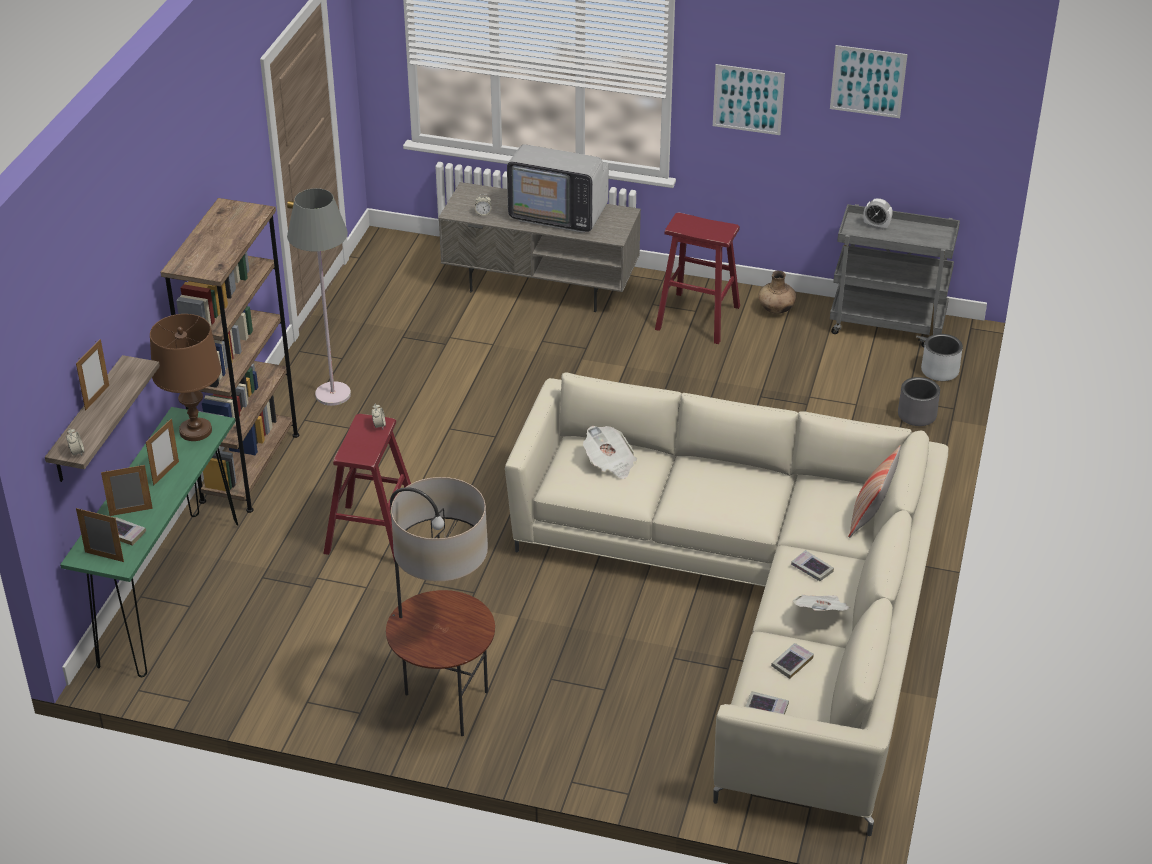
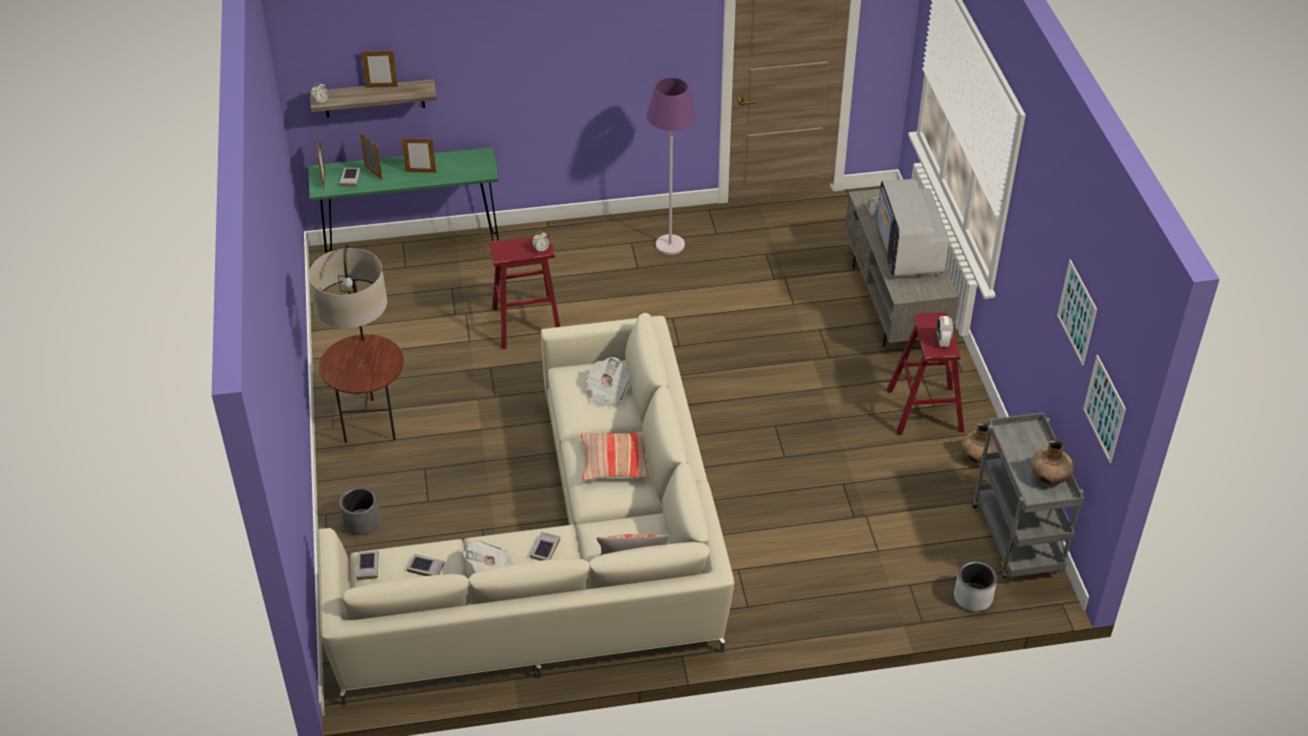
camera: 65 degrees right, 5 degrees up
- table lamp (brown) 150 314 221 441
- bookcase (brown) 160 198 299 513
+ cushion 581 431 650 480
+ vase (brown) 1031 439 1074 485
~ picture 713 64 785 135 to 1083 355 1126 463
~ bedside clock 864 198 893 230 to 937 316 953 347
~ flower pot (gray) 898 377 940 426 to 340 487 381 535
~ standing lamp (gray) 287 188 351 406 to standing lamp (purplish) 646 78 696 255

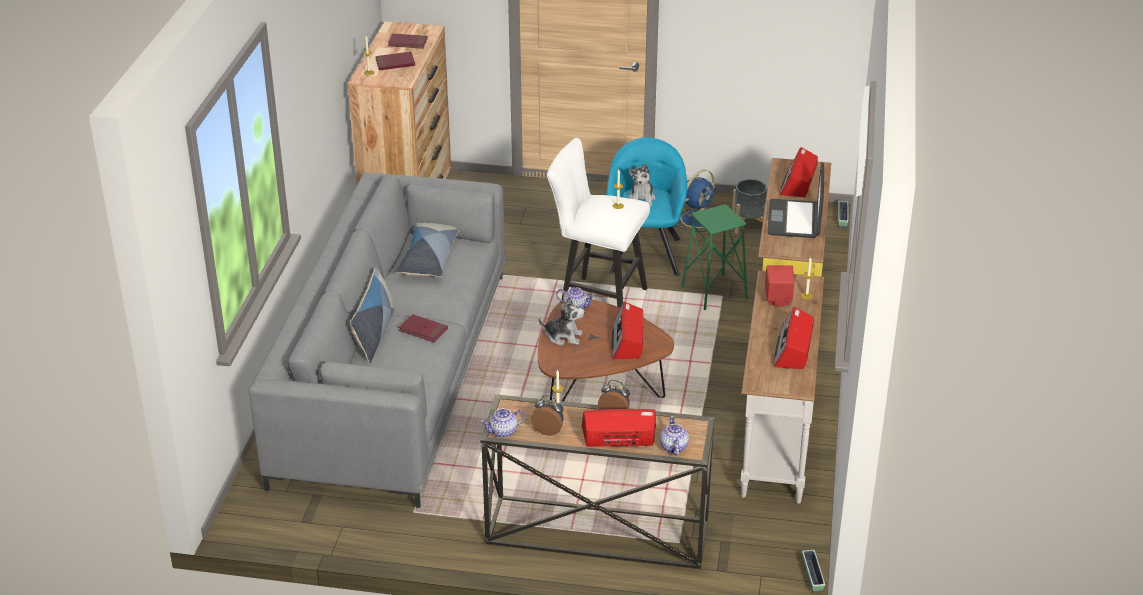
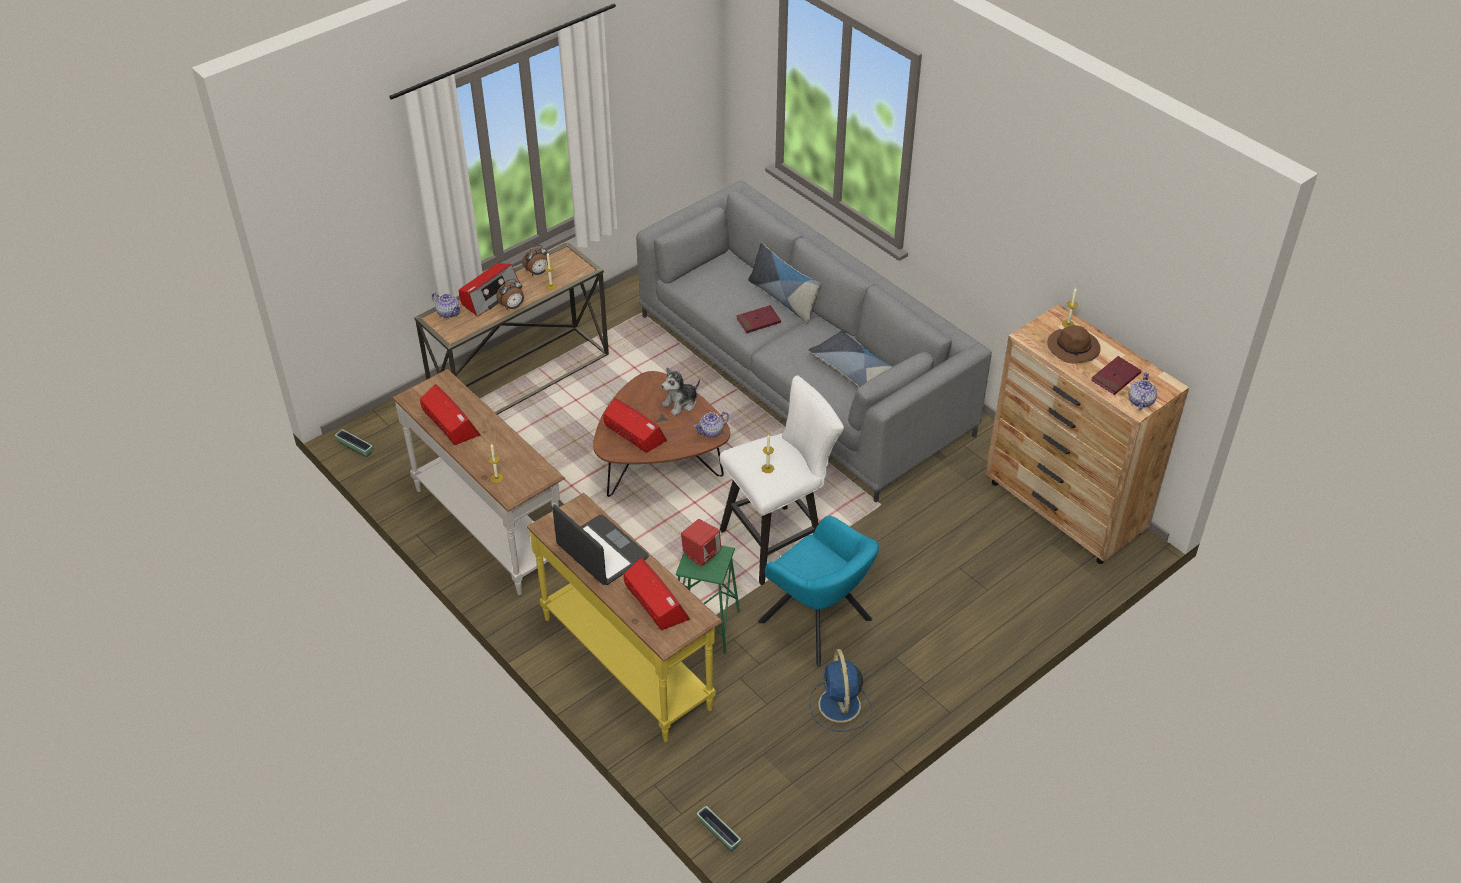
camera: 130 degrees right, 10 degrees up
- cuddly toy 628 164 656 207
- flower pot (gray) 732 179 767 234
~ pot for tea 481 408 525 438 to 1129 372 1157 410
~ speaker (reddish) 765 265 794 307 to 681 519 721 567
~ book (reddish) 375 52 415 71 to wearable hat (brown) 1047 325 1101 363

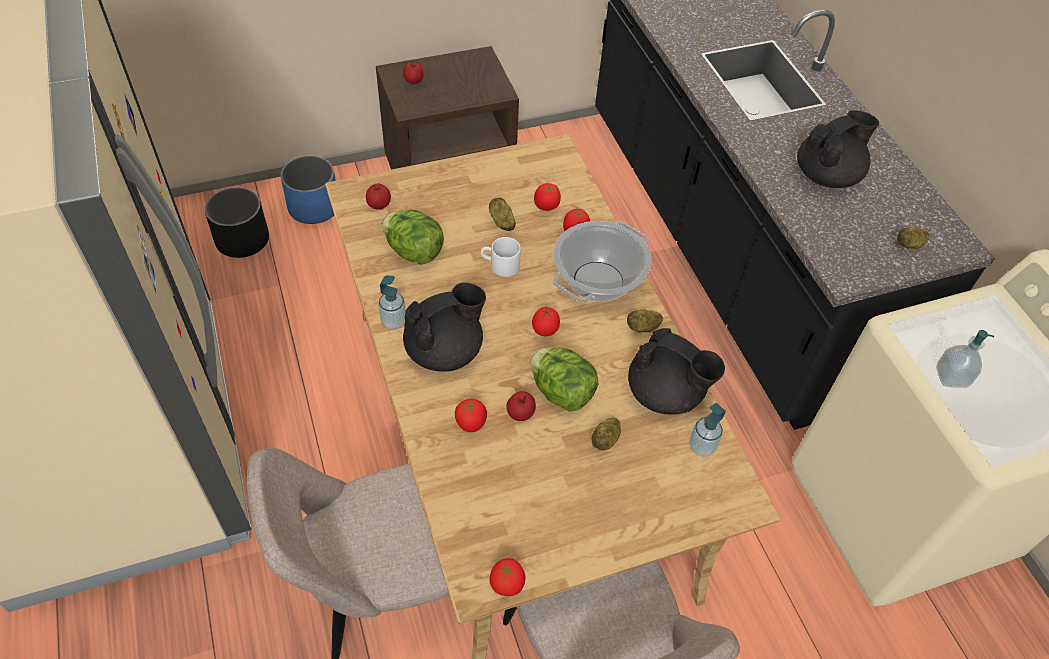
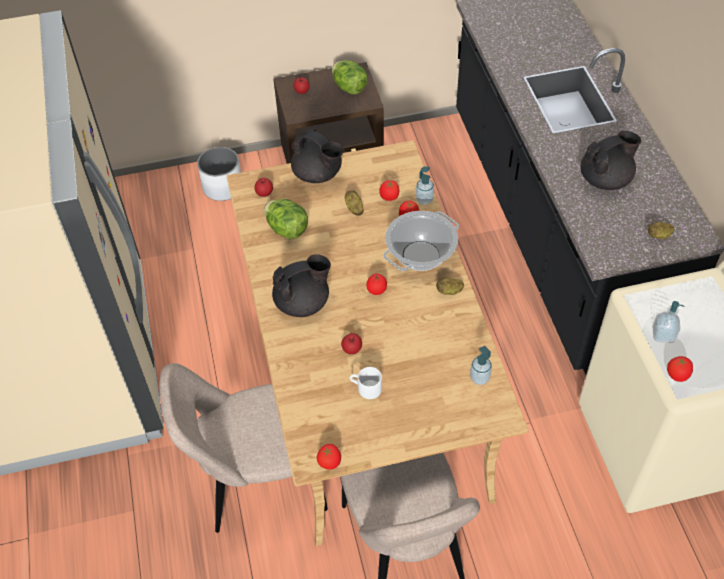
camera: 10 degrees right, 0 degrees up
- flower pot (black) 205 187 269 258
- whole potato 592 418 621 450
~ soap dispenser 378 275 406 329 to 416 166 434 205
~ whole tomato 455 399 487 432 to 667 356 693 382
~ mug (whitish) 481 237 521 277 to 350 367 382 399
~ head of lettuce 530 348 598 412 to 332 60 368 95
~ pot for tea (black) 628 328 725 415 to 291 129 344 183
~ flower pot (blue-coloured) 281 156 336 224 to flower pot (whitish) 197 147 241 201

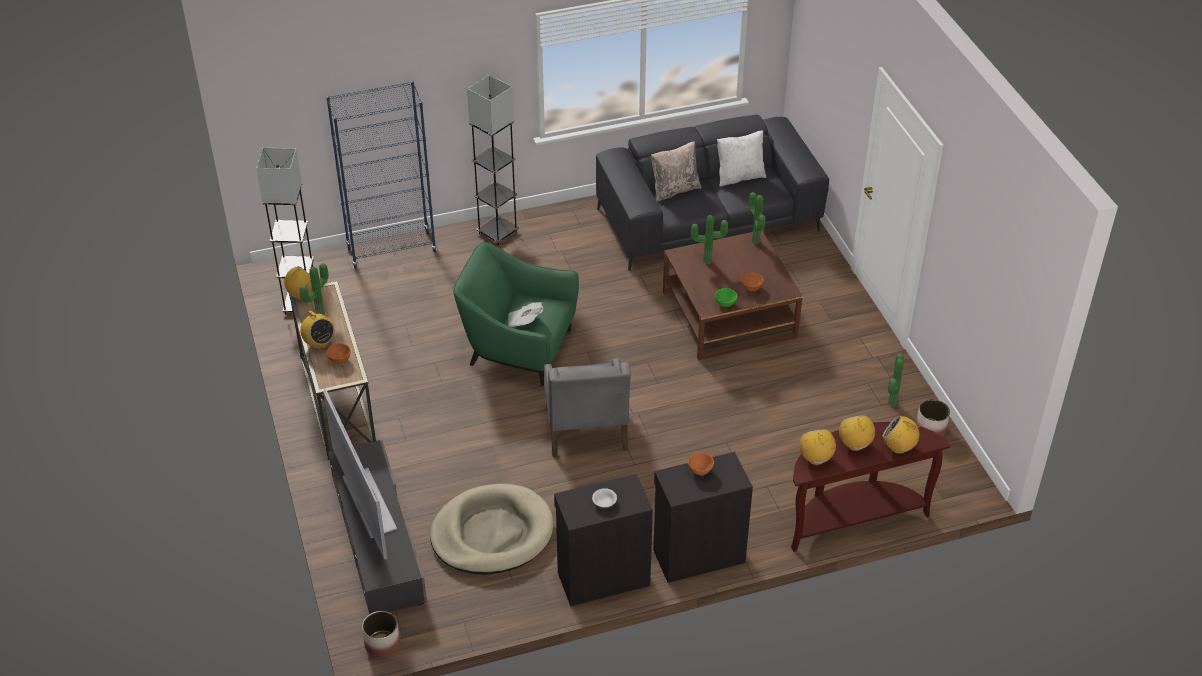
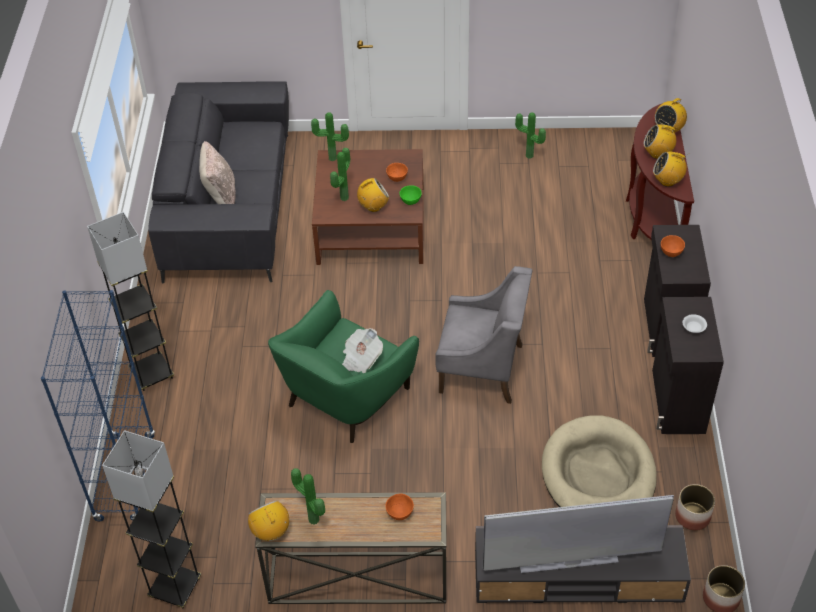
camera: 70 degrees left, 5 degrees up
- cushion (whitish) 717 130 767 186
~ radio set 298 311 334 349 to 357 178 389 212
~ flower pot 916 399 950 437 to 675 484 715 531

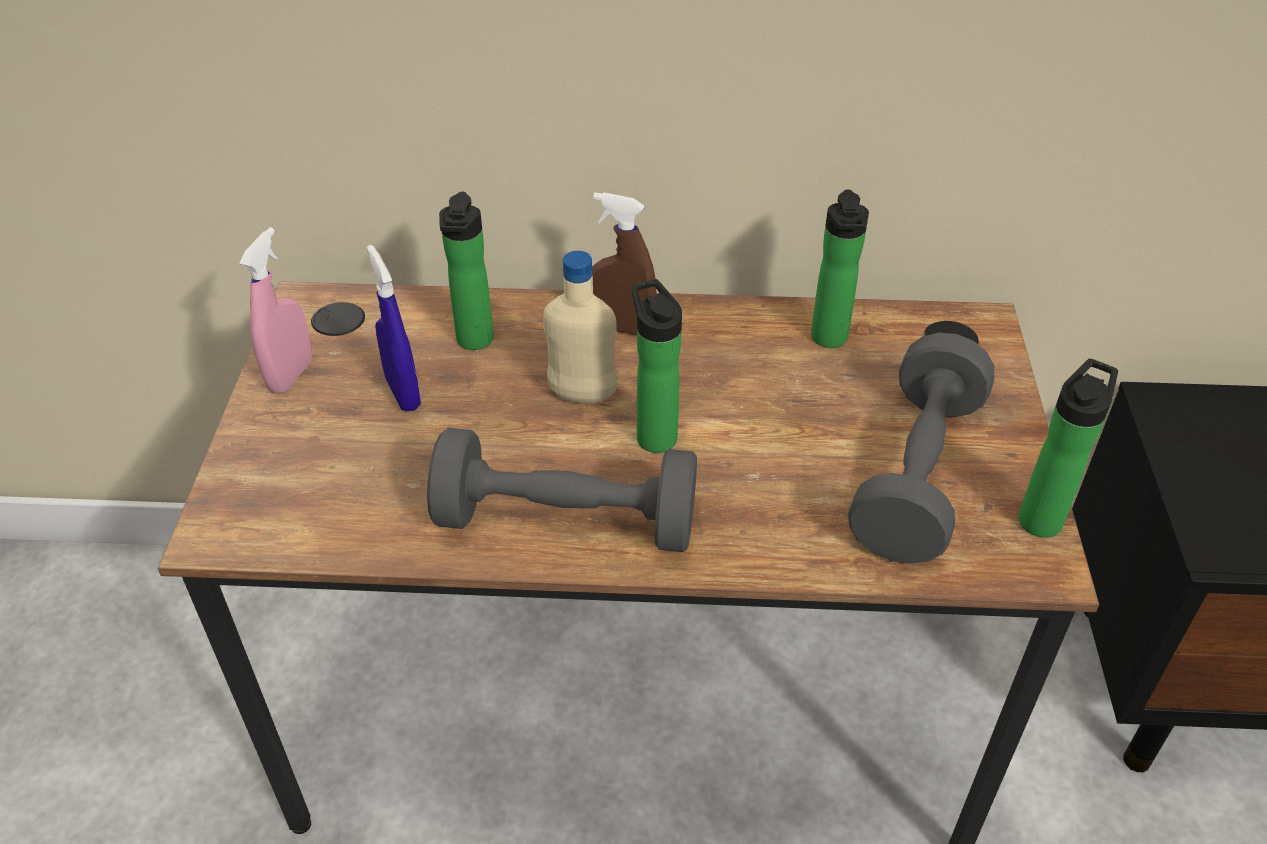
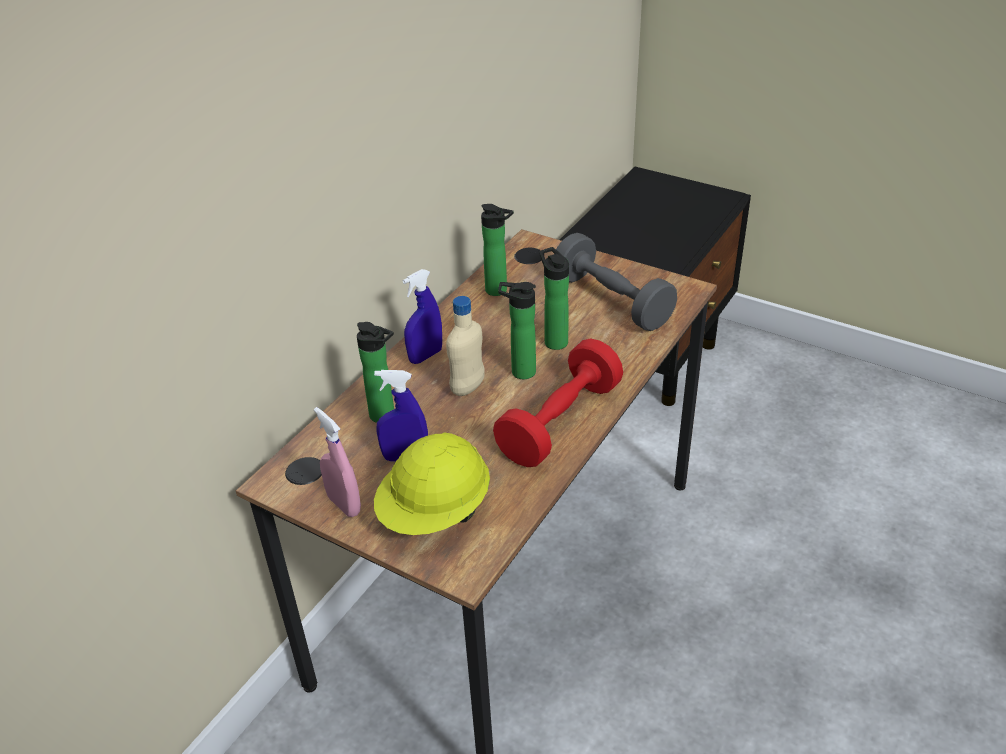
camera: 60 degrees left, 5 degrees down
+ work helmet (yellow) 374 432 490 535
~ bottle 1018 359 1118 538 to 539 247 569 350
~ free weight (gray) 427 428 697 552 to free weight (reddish) 493 338 623 467
~ spray bottle (brown) 592 192 657 336 to spray bottle (blue-coloured) 403 269 442 364

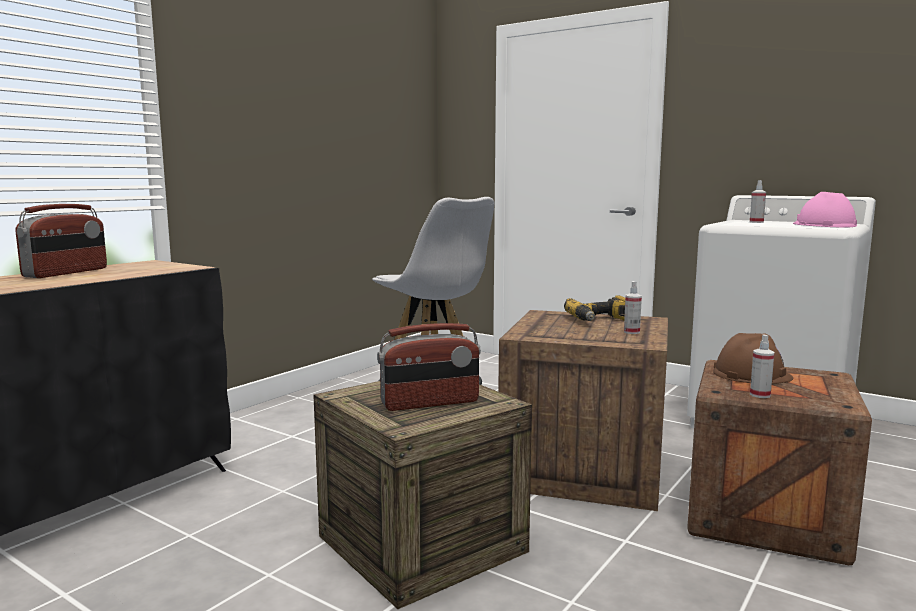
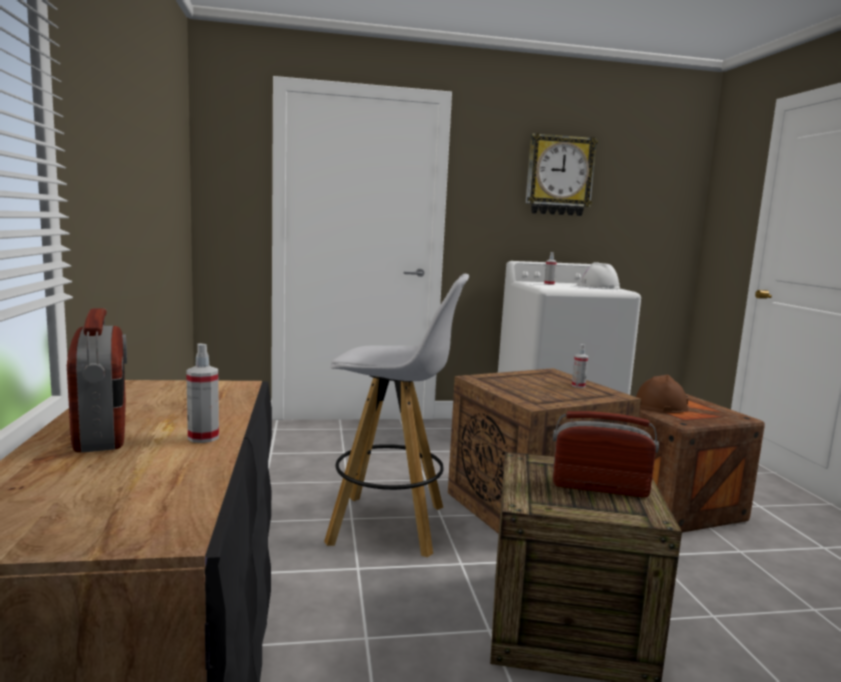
camera: 45 degrees left, 0 degrees up
- drill 564 295 625 321
+ clock on the wall 526 133 598 216
~ spray bottle 750 334 775 398 to 186 343 219 443
~ work helmet (pink-coloured) 793 192 857 228 to work helmet (whitish) 577 262 620 289
~ radio set 377 323 481 411 = 553 411 659 497 105 degrees counterclockwise

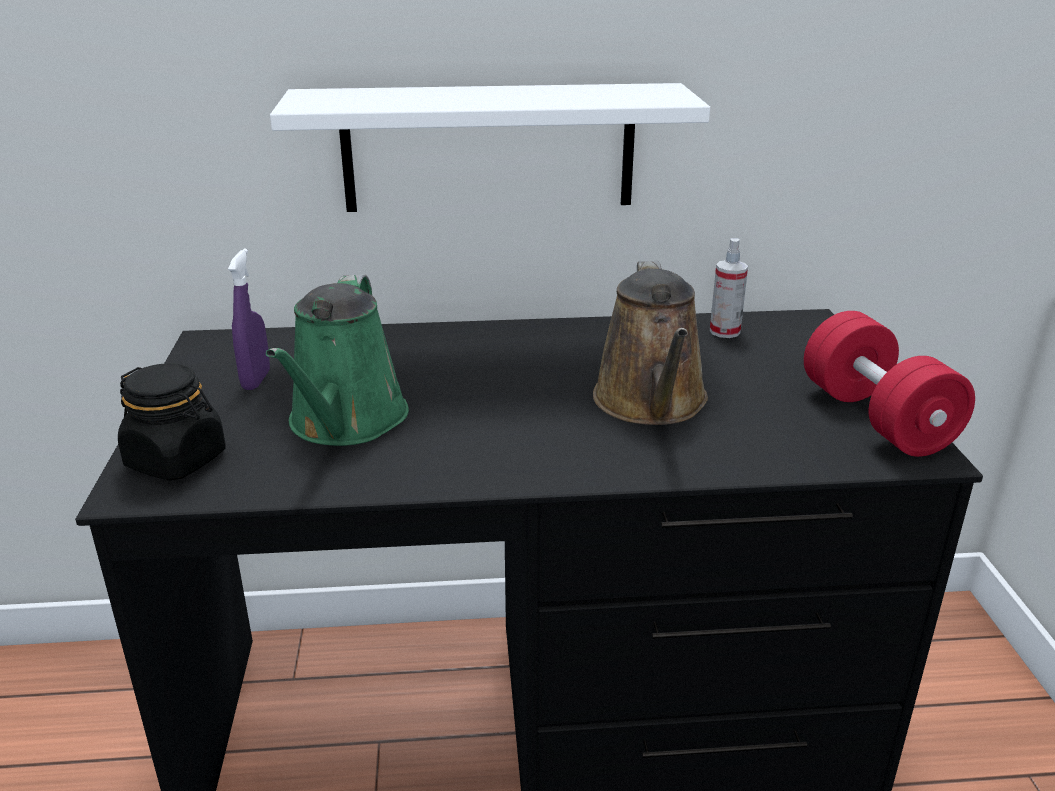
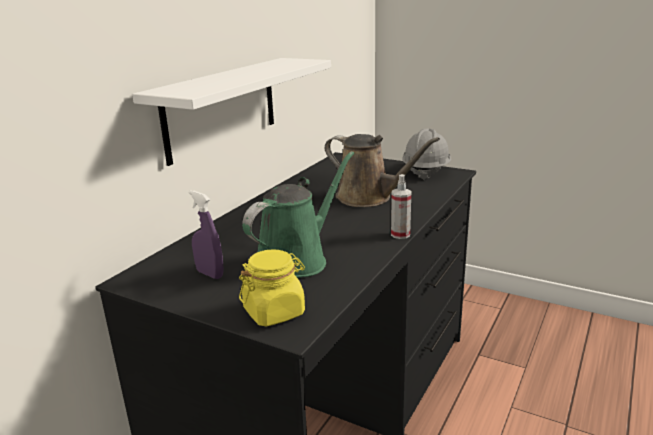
camera: 55 degrees left, 5 degrees down
~ spray bottle 710 238 748 338 to 391 174 411 239
~ free weight (reddish) 804 311 975 457 to work helmet (gray) 402 129 451 180
~ storage jar (black) 118 363 226 480 to storage jar (yellow) 239 249 305 326
~ sprinkling can (greenish) 266 275 409 446 = 242 151 354 278 90 degrees counterclockwise

